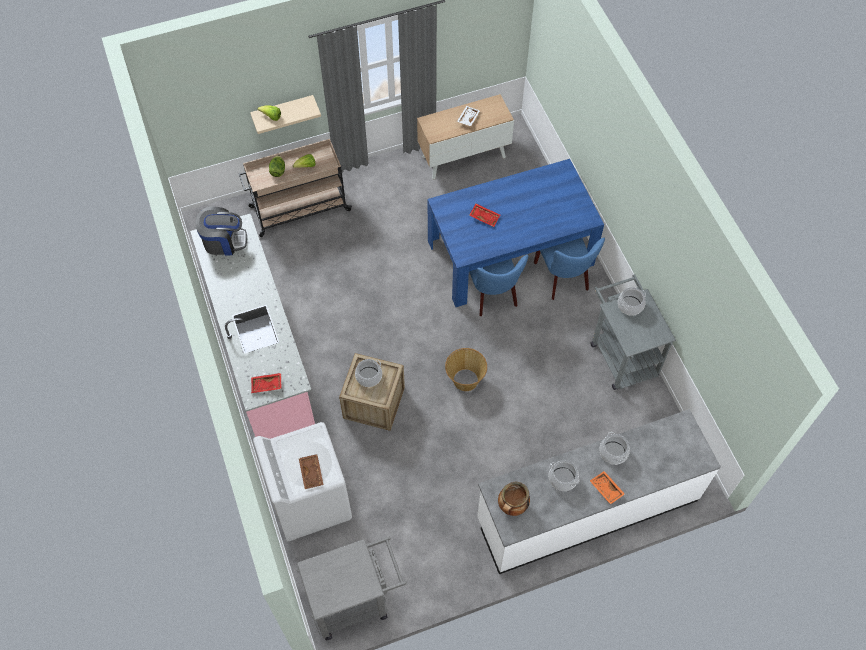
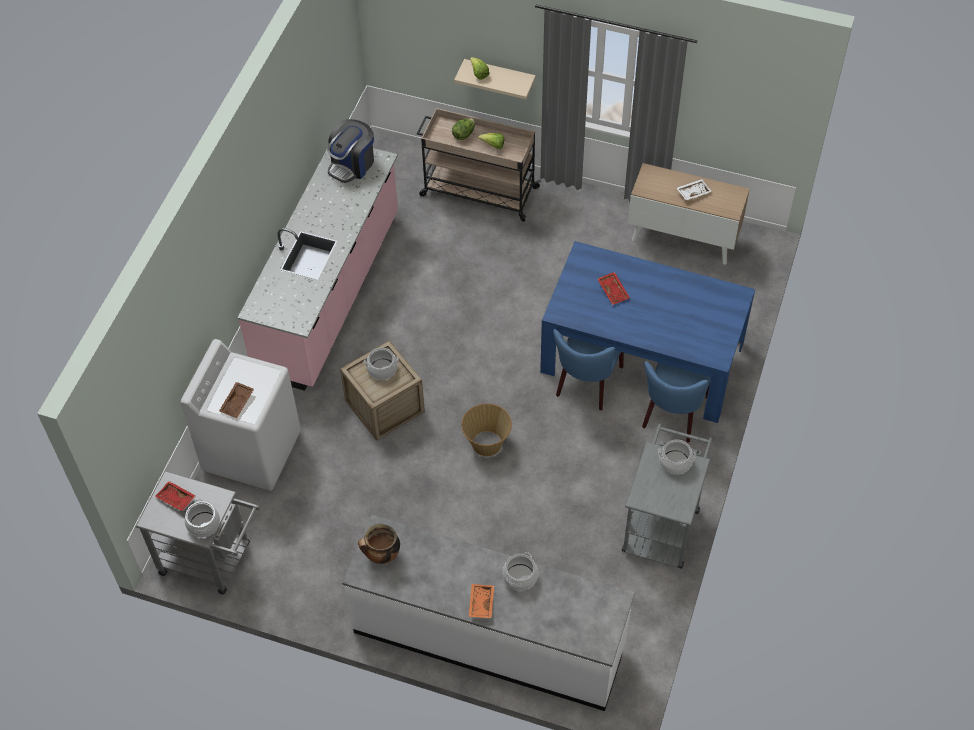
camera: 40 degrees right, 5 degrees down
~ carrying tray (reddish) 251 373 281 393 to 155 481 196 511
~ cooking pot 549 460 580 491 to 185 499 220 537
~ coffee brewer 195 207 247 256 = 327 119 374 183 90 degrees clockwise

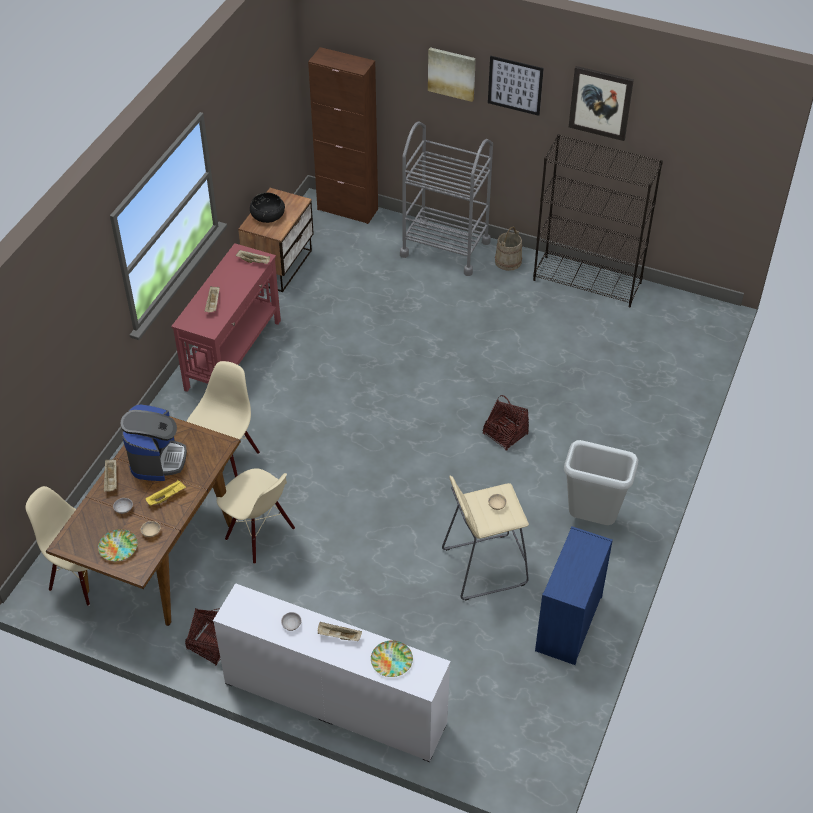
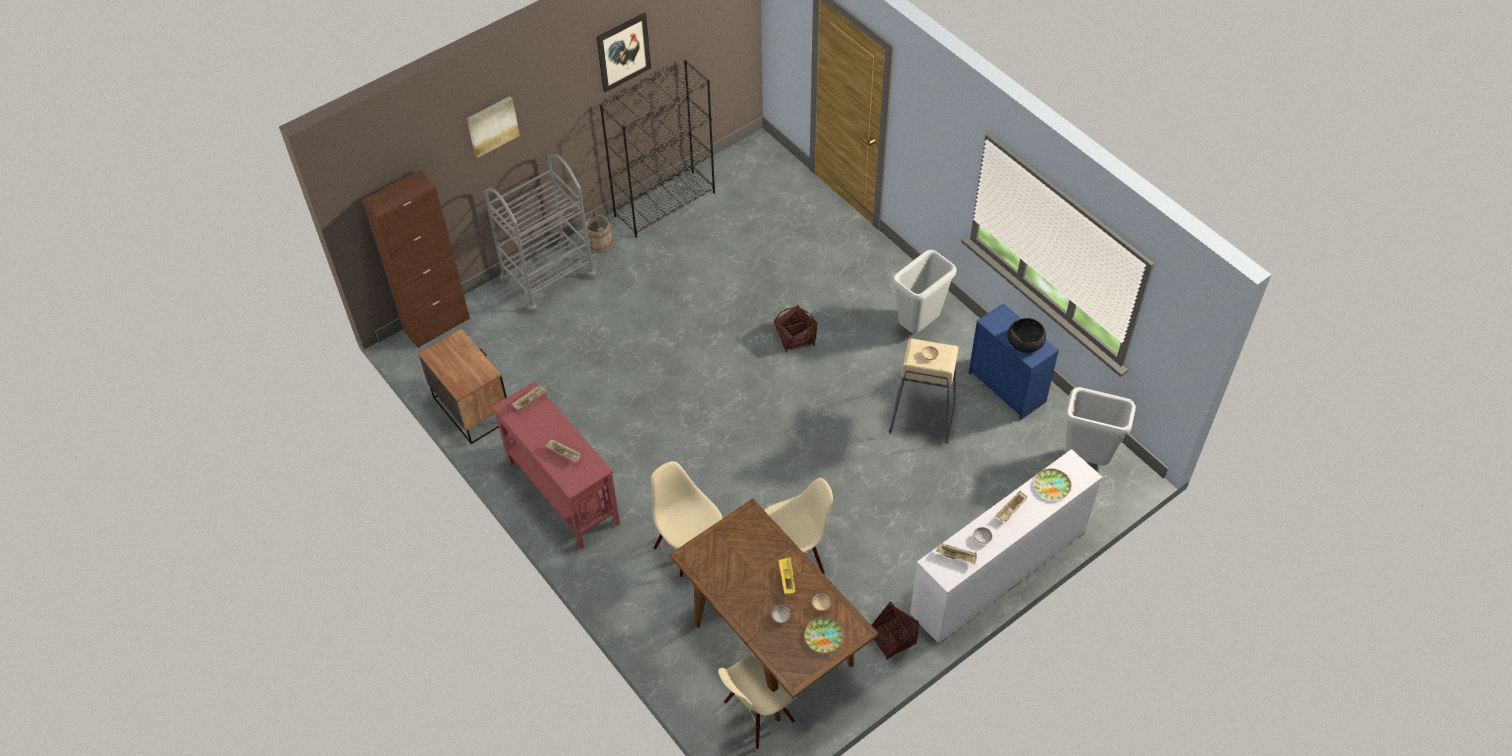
camera: 60 degrees left, 5 degrees up
- coffee brewer 121 404 187 481
- picture 488 56 544 116
+ waste bin (gray) 1065 387 1136 465
~ carrying tray (sand-coloured) 104 459 117 492 to 936 543 977 564
~ bowl (black) 250 193 285 223 to 1007 318 1046 353

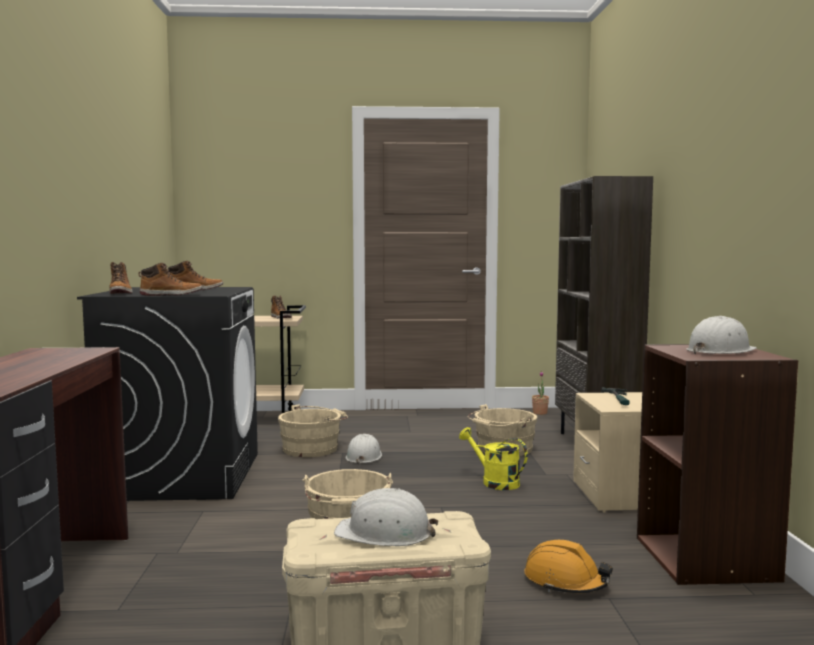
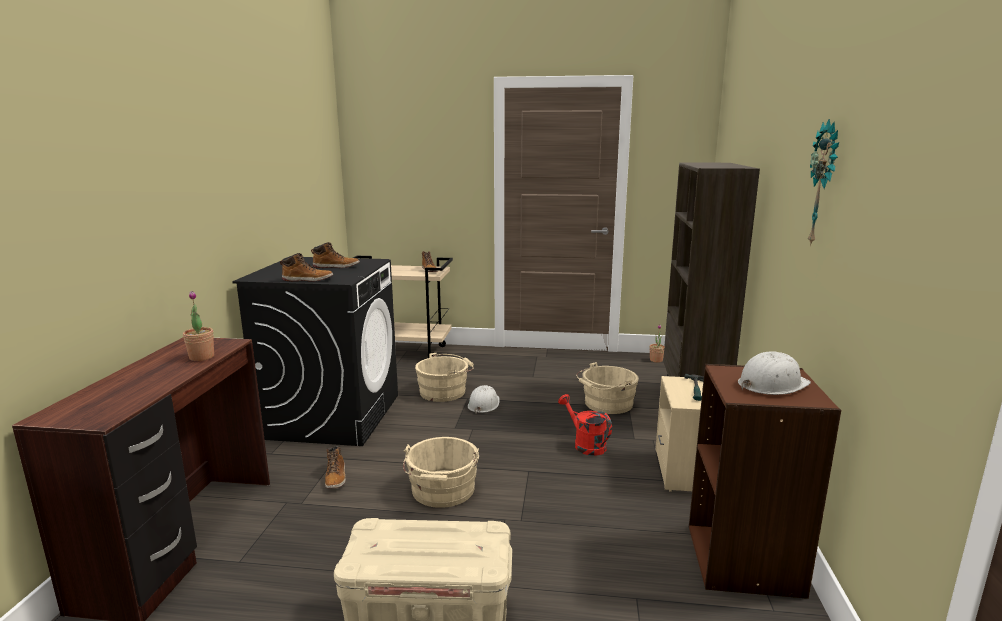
camera: 10 degrees right, 10 degrees up
- work helmet (whitish) 334 488 438 546
- work helmet (orangey) 524 540 613 593
+ potted plant 183 291 214 361
+ clock on the wall 808 119 839 246
~ boot 109 262 133 294 to 325 446 346 488
~ sprinkling can (yellow) 459 427 528 490 to sprinkling can (reddish) 558 394 612 456

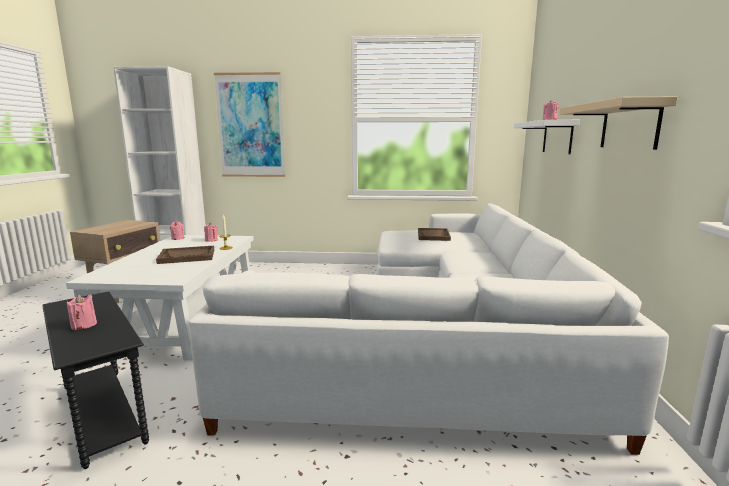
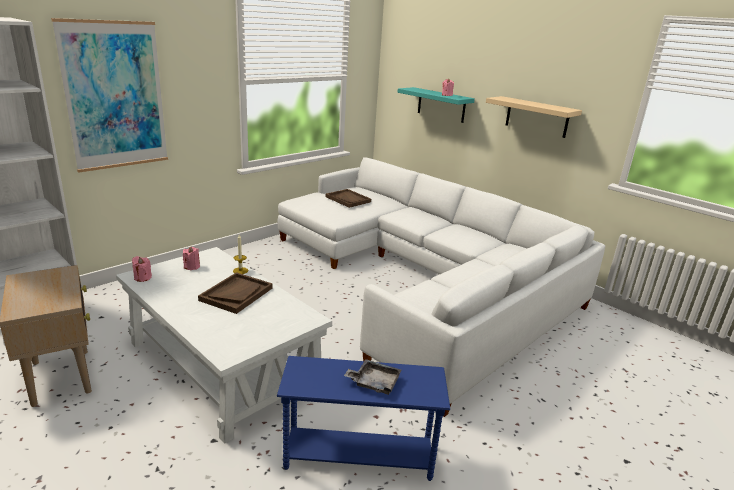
camera: 50 degrees left, 10 degrees up
~ wax light (pink-coloured) 67 294 97 330 to carrying tray (gray) 344 359 402 395
~ end table (black) 42 291 149 469 to end table (blue-coloured) 277 356 450 481
~ shelf (whitish) 514 120 580 154 to shelf (turquoise-coloured) 398 87 475 123

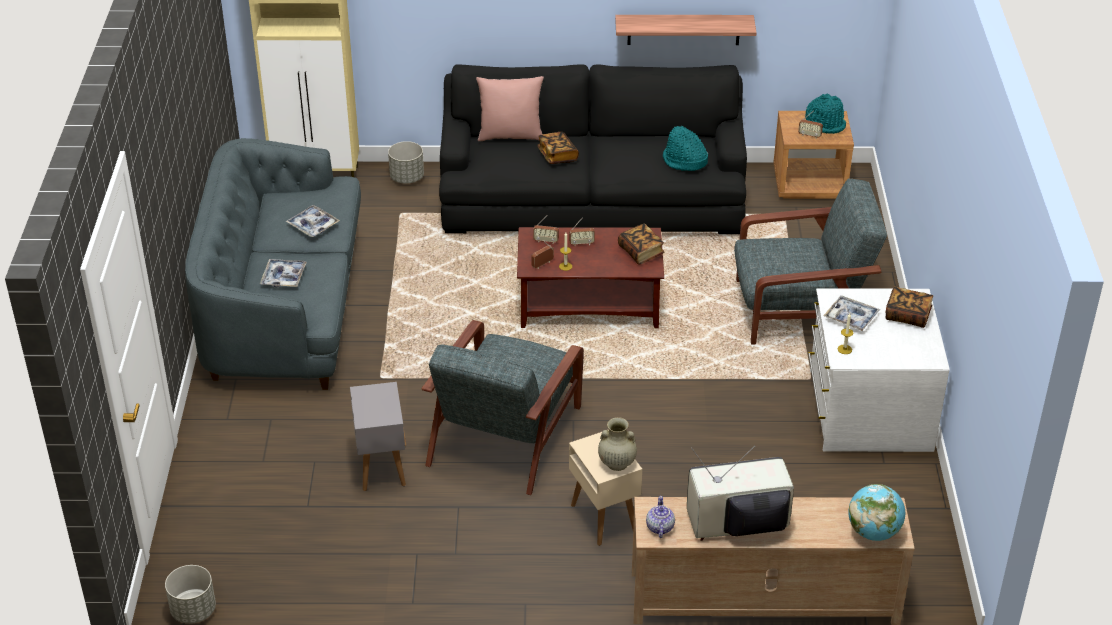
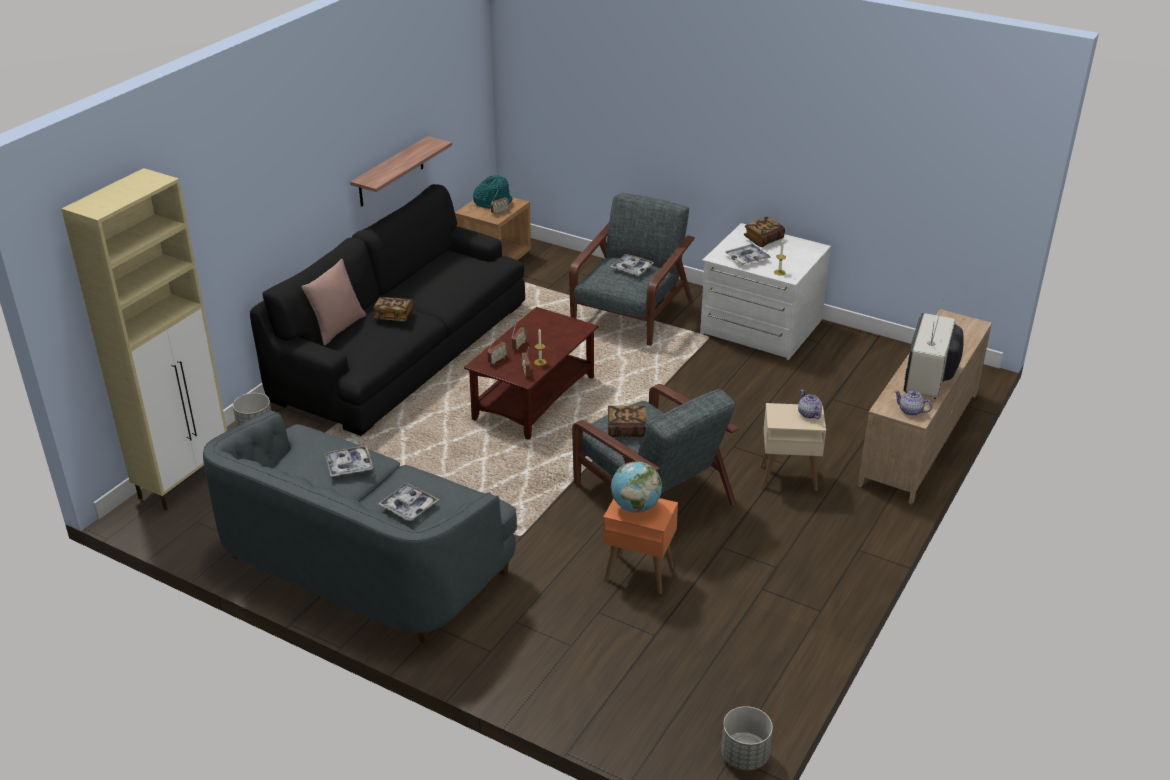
camera: 60 degrees left, 5 degrees down
- wearable hat (turquoise-coloured) 663 126 708 171
+ carrying tray 610 254 654 275
~ book 618 223 664 265 to 608 405 647 437
~ desk globe 848 484 905 541 to 611 461 662 513
~ vase (sand-coloured) 598 417 637 471 to pot for tea 798 390 822 419
~ end table (gray) 350 382 406 491 to end table (orangey) 603 498 678 594

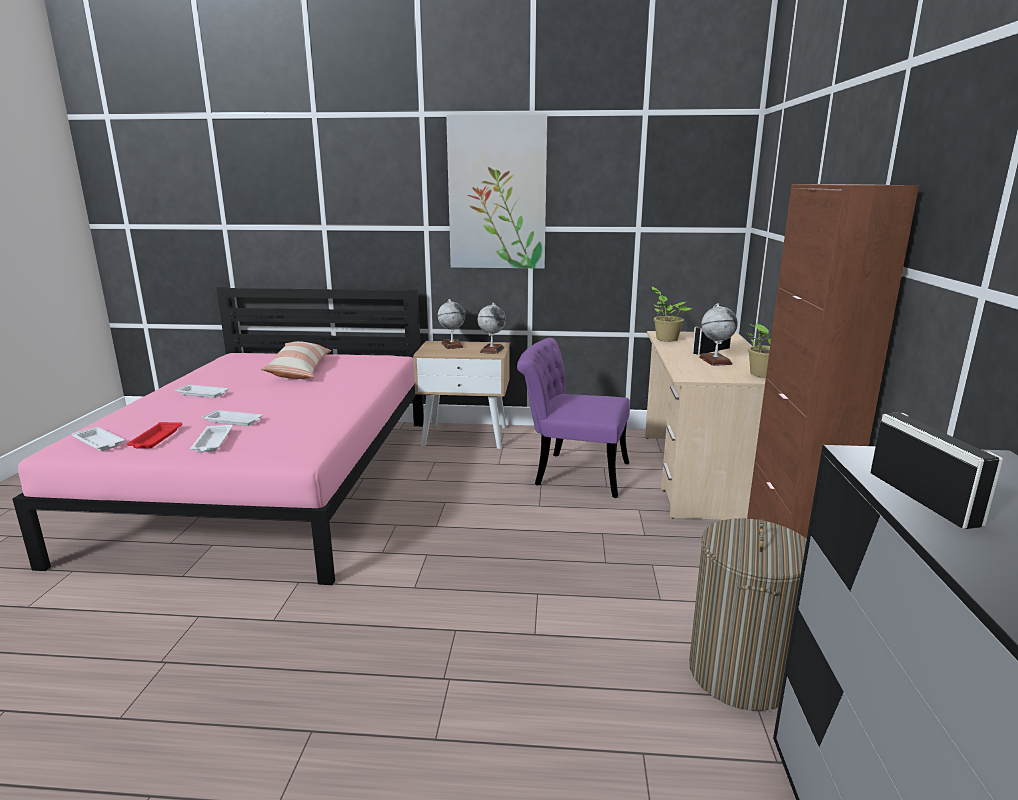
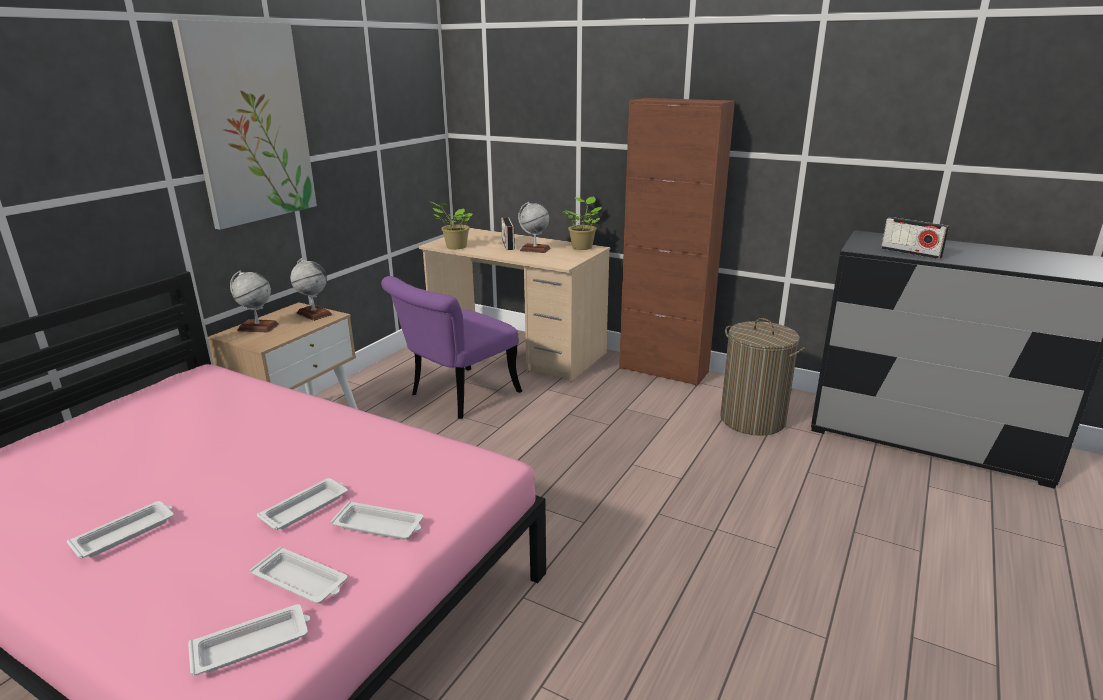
camera: 65 degrees left, 5 degrees up
- cushion 261 341 332 379
~ carrying tray (reddish) 127 422 182 449 to carrying tray (whitish) 250 547 347 603
~ radio set 870 412 1003 529 = 881 217 949 259 150 degrees counterclockwise

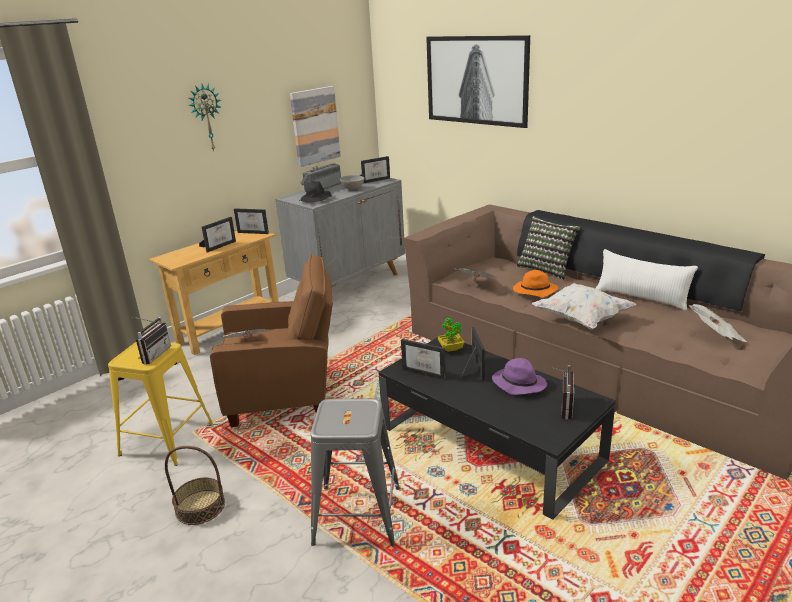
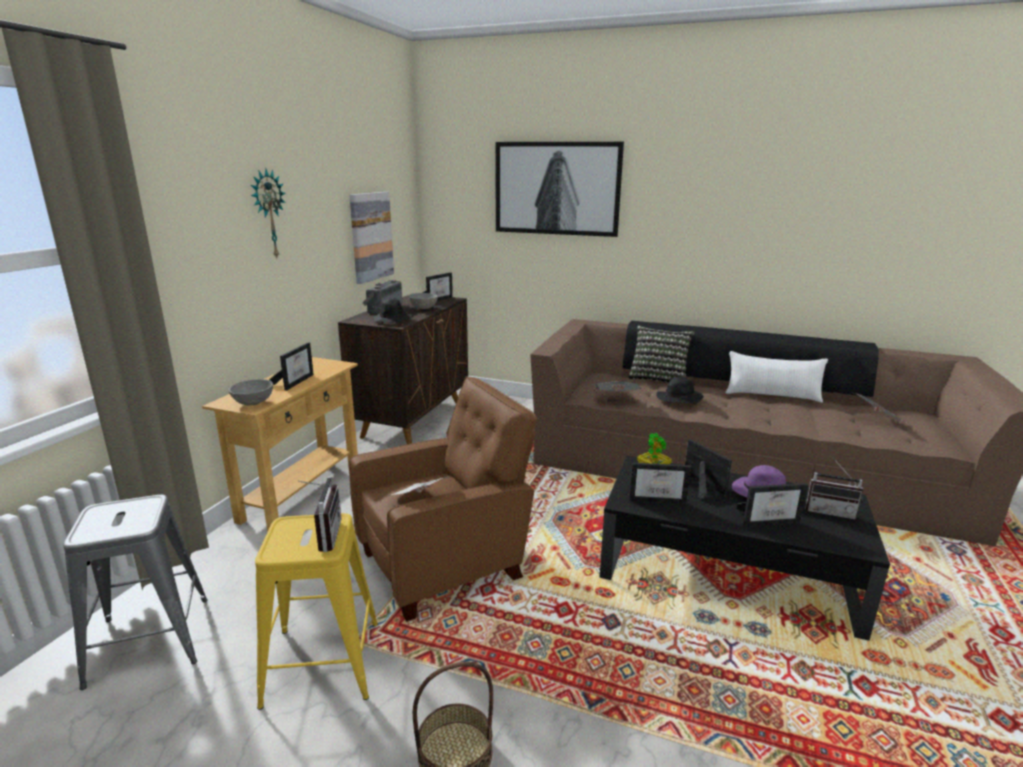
camera: 25 degrees left, 5 degrees down
- cushion (whitish) 532 283 637 330
+ bowl (gray) 229 379 273 405
~ photo frame 234 209 269 234 to 736 483 808 527
~ sitting stool (gray) 311 398 400 546 to 63 495 208 690
~ storage cabinet (gray) 275 173 405 287 to storage cabinet (brown) 338 295 468 444
~ wearable hat (orangey) 513 270 558 297 to wearable hat (black) 656 377 704 404
~ radio set 552 365 574 419 = 805 458 863 520 120 degrees clockwise

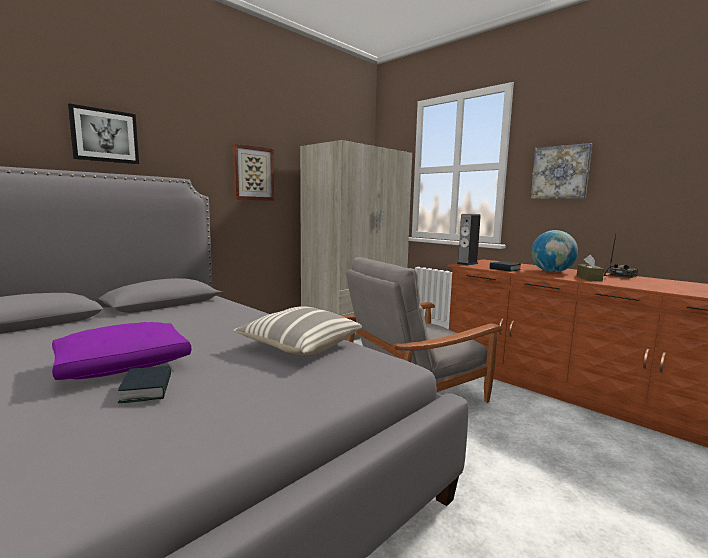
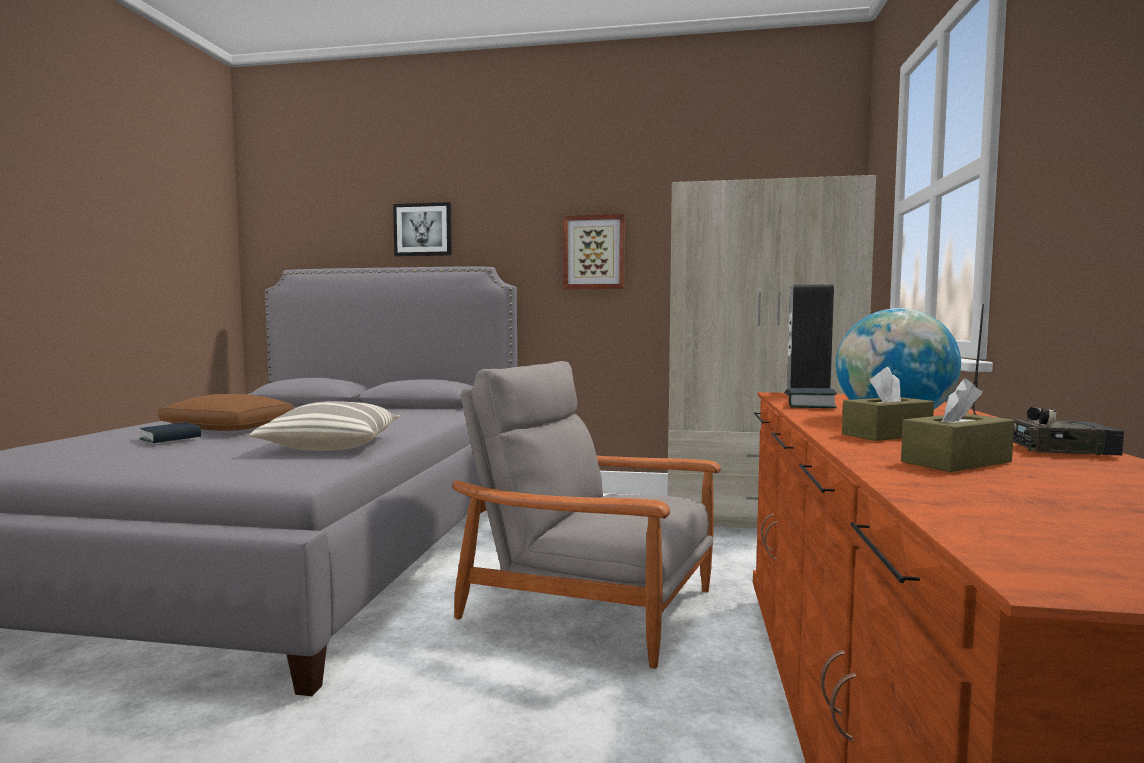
camera: 55 degrees right, 5 degrees down
- picture 530 143 592 199
+ tissue holder (brown) 901 378 1014 472
~ cushion (purplish) 52 322 191 380 to cushion (brown) 158 394 294 431

